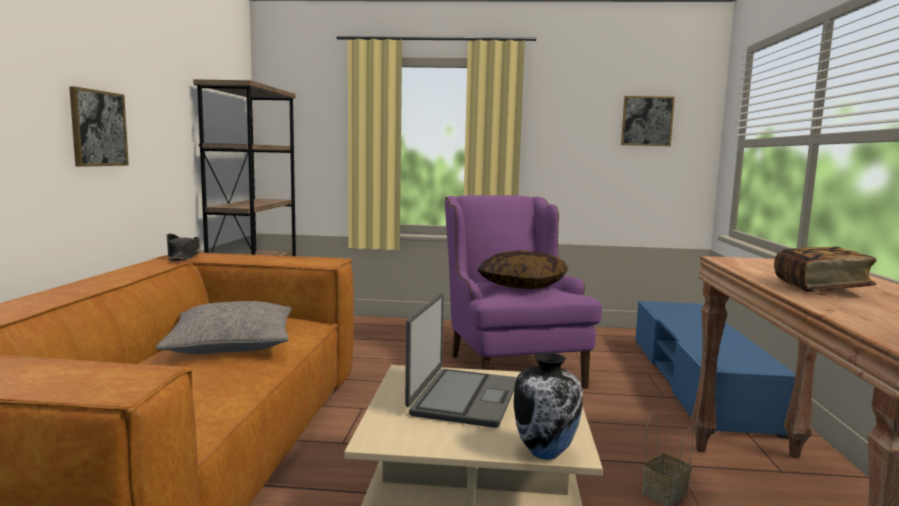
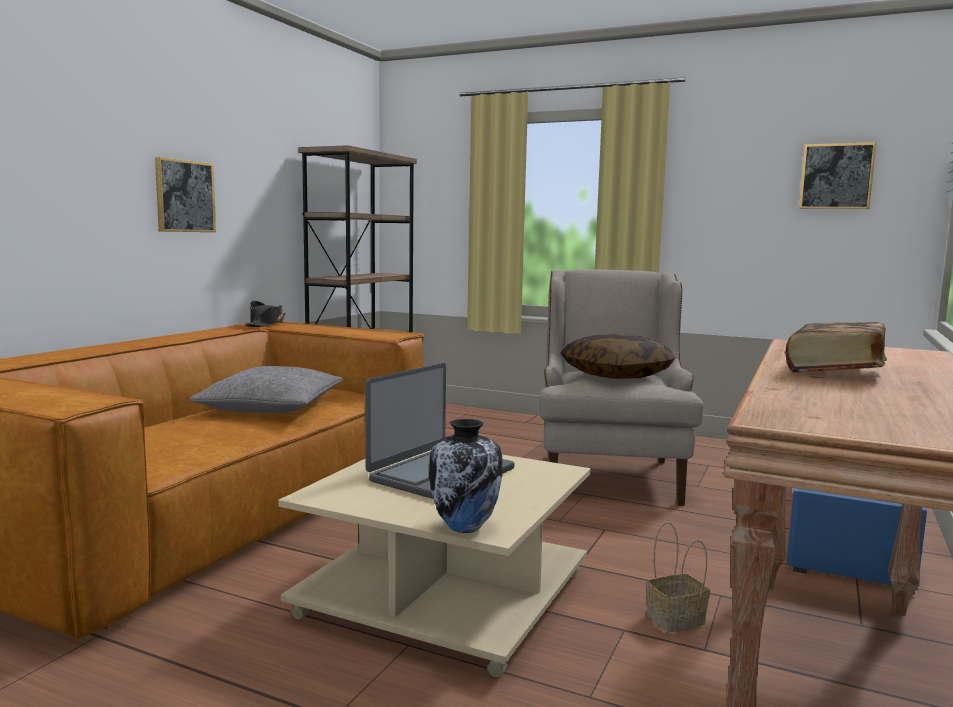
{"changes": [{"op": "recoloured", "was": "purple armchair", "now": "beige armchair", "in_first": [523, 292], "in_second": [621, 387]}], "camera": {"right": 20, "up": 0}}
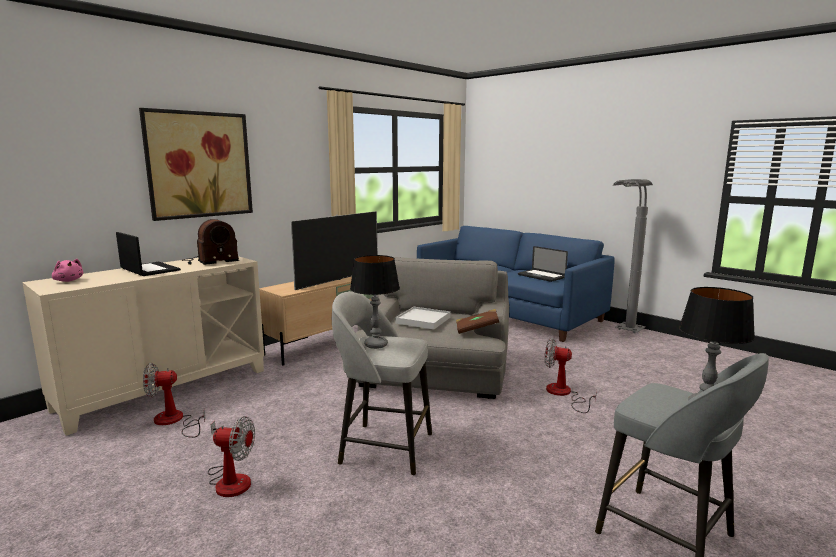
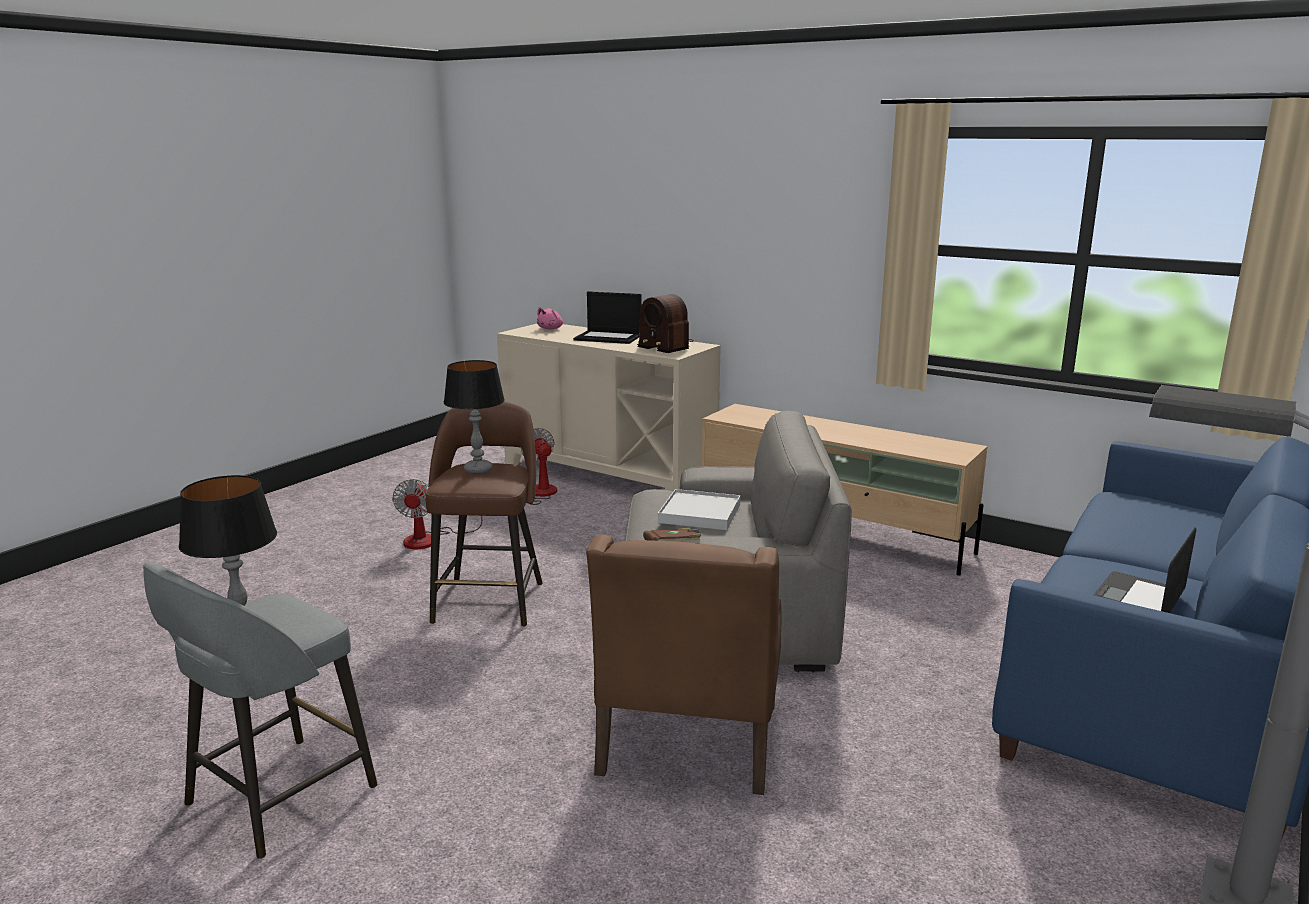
{"changes": [{"op": "recoloured", "was": "grey stool", "now": "brown stool", "in_first": [382, 383], "in_second": [484, 514]}, {"op": "turned", "was": "laptop", "in_first": [148, 254], "in_second": [607, 317], "clockwise": 75}, {"op": "replaced", "was": "fan", "now": "brown armchair", "in_first": [571, 375], "in_second": [684, 665]}, {"op": "removed", "was": "picture", "in_first": [196, 164]}, {"op": "removed", "was": "television", "in_first": [333, 250]}], "camera": {"right": 80, "up": 5}}
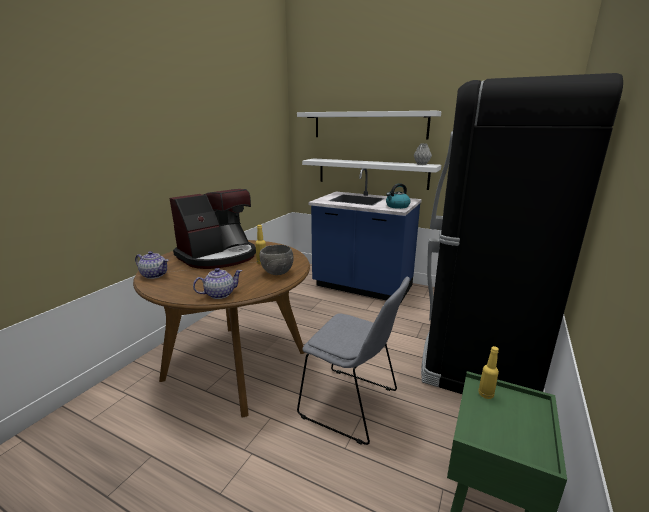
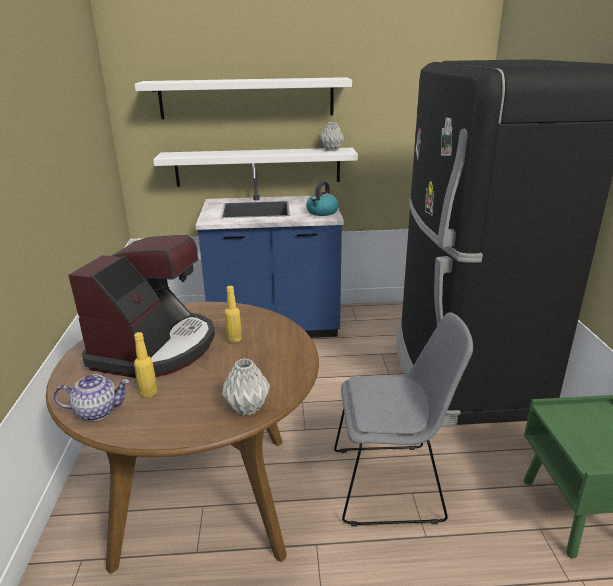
{"changes": [{"op": "moved", "was": "yellow bottle", "in_first": [488, 372], "in_second": [146, 365]}, {"op": "replaced", "was": "teapot", "now": "grey vase", "in_first": [217, 283], "in_second": [246, 387]}, {"op": "removed", "was": "grey bowl", "in_first": [277, 260]}], "camera": {"right": -30, "up": 5}}
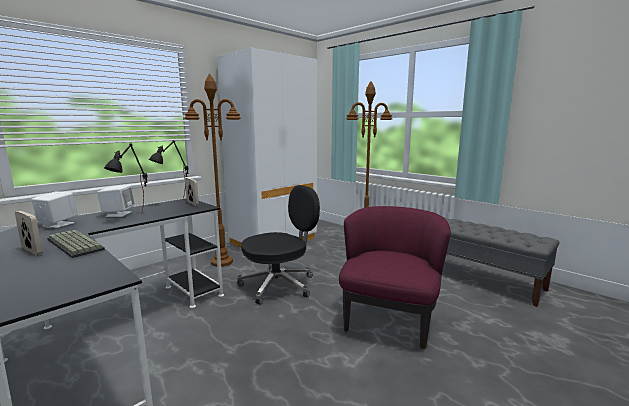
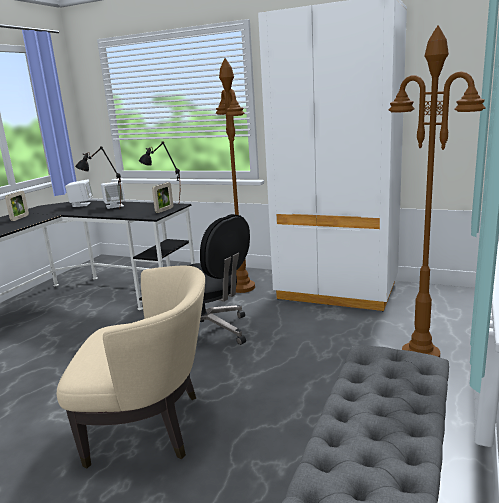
{"changes": [{"op": "recoloured", "was": "purple armchair", "now": "beige armchair", "in_first": [395, 278], "in_second": [131, 367]}, {"op": "removed", "was": "keyboard", "in_first": [76, 244]}], "camera": {"right": 70, "up": 5}}
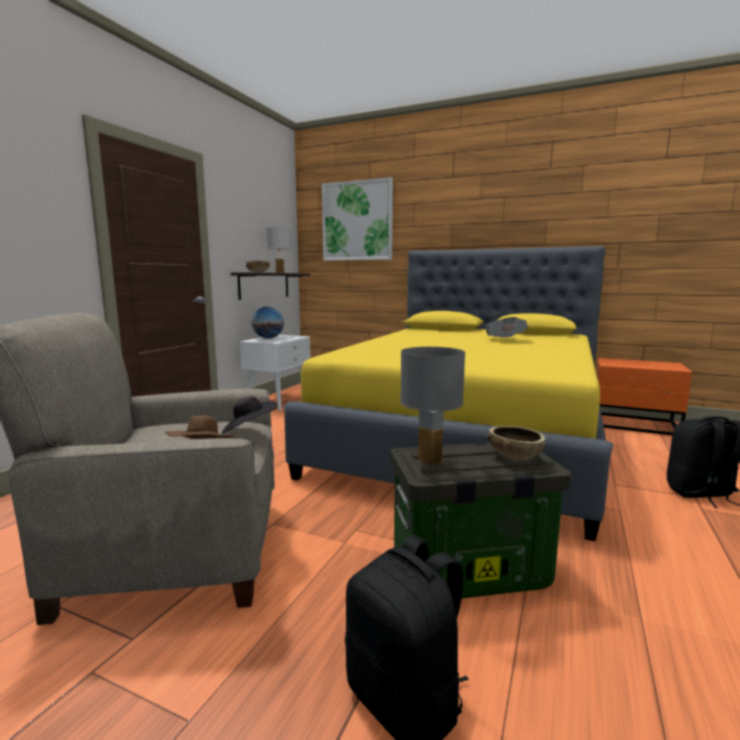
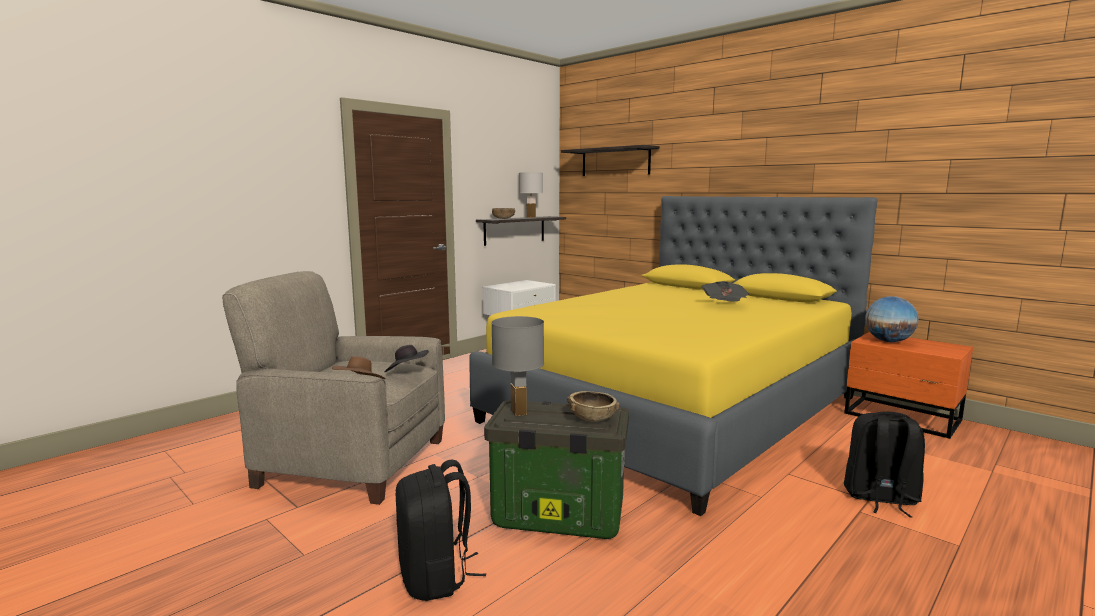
{"changes": [{"op": "replaced", "was": "picture", "now": "shelf", "in_first": [357, 219], "in_second": [610, 160]}, {"op": "moved", "was": "globe", "in_first": [268, 322], "in_second": [892, 319]}], "camera": {"right": 20, "up": 0}}
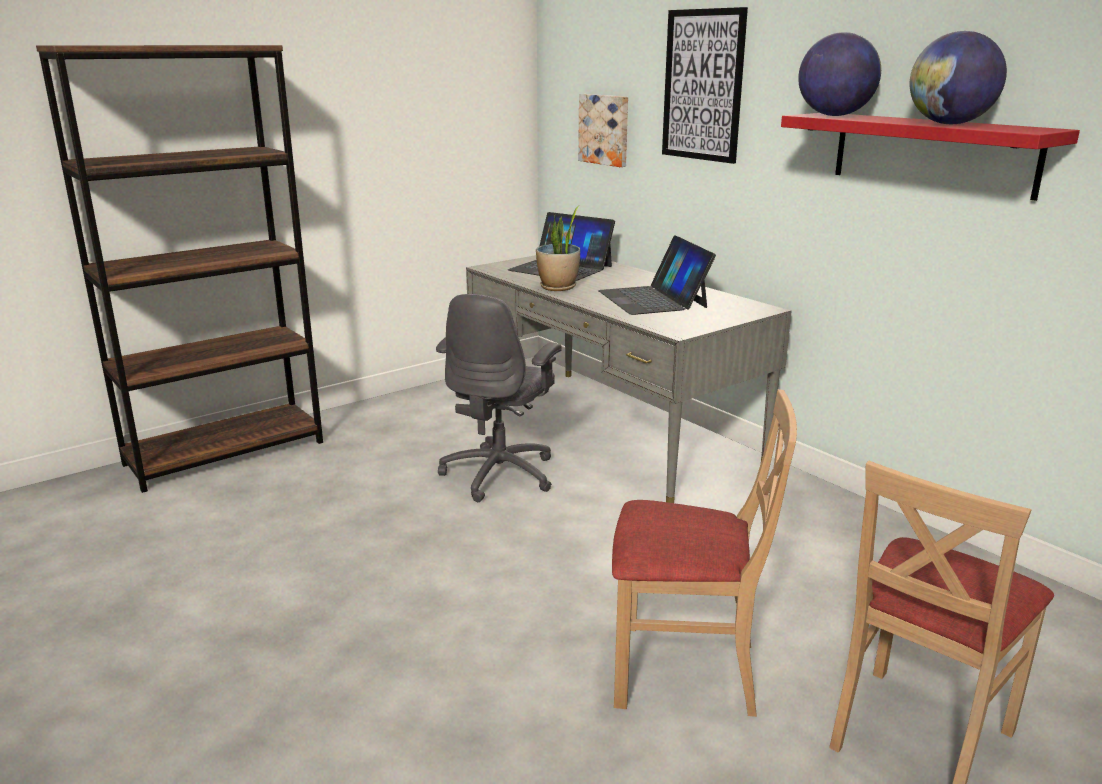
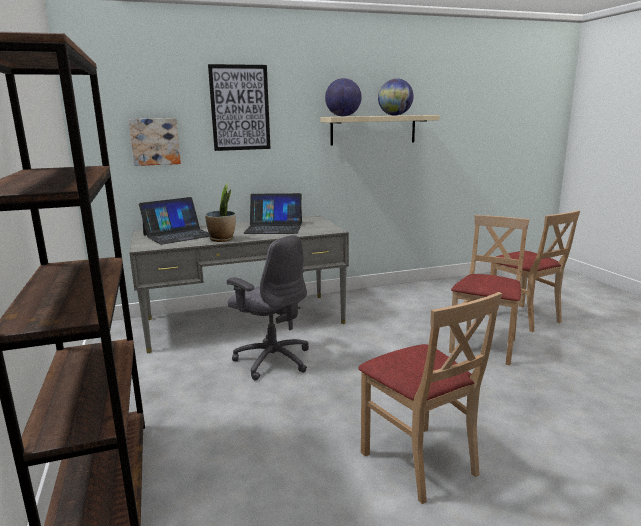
{"changes": [{"op": "recoloured", "was": "red shelf", "now": "beige shelf", "in_first": [930, 157], "in_second": [380, 130]}, {"op": "added", "now": "beige chair", "in_second": [430, 398]}], "camera": {"right": -70, "up": -5}}
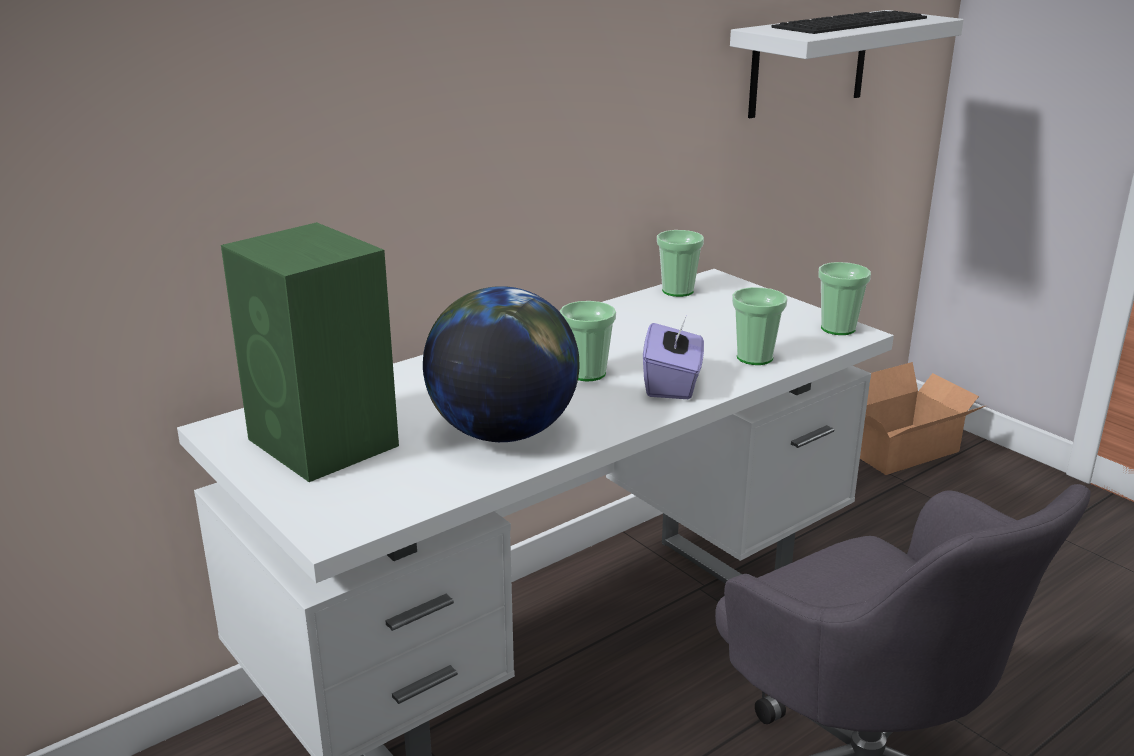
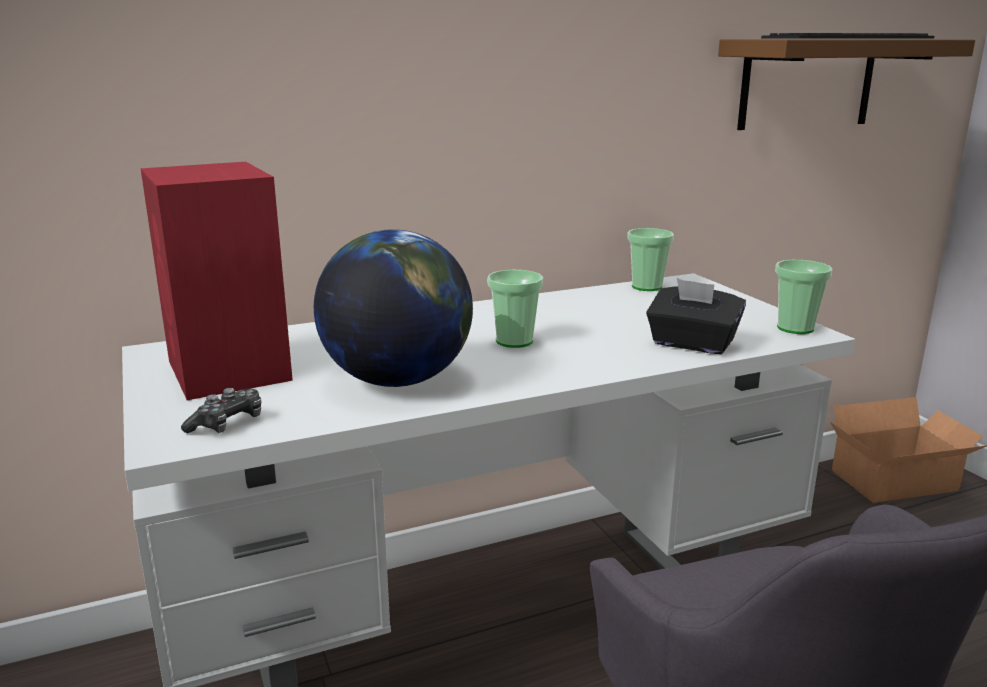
{"changes": [{"op": "recoloured", "was": "green speaker", "now": "red speaker", "in_first": [310, 352], "in_second": [217, 281]}, {"op": "added", "now": "game controller", "in_second": [221, 410]}, {"op": "replaced", "was": "cup", "now": "black tissue box", "in_first": [760, 326], "in_second": [696, 316]}, {"op": "recoloured", "was": "white shelf", "now": "brown shelf", "in_first": [847, 64], "in_second": [846, 84]}, {"op": "removed", "was": "purple tissue box", "in_first": [673, 356]}], "camera": {"right": 15, "up": -5}}
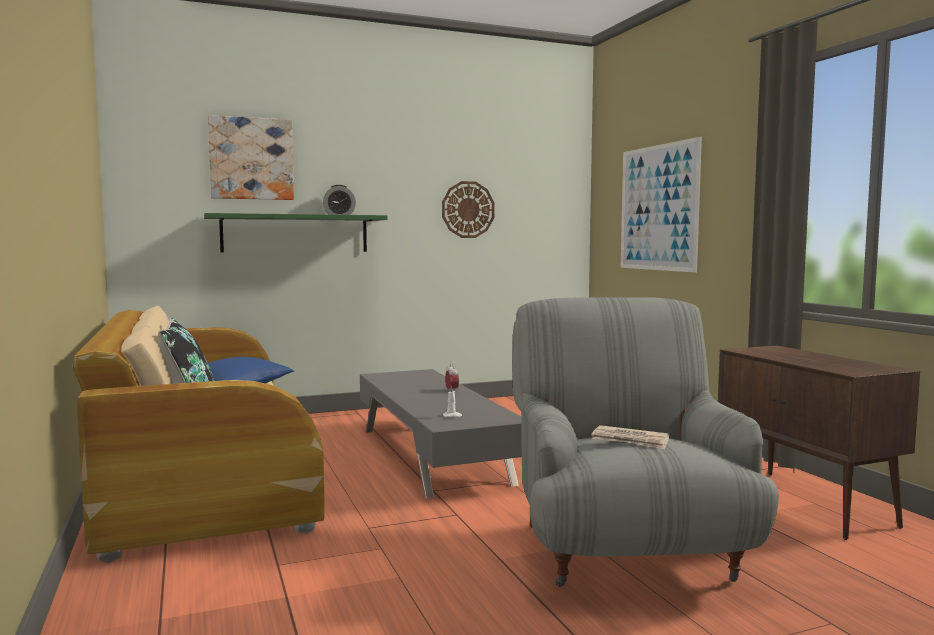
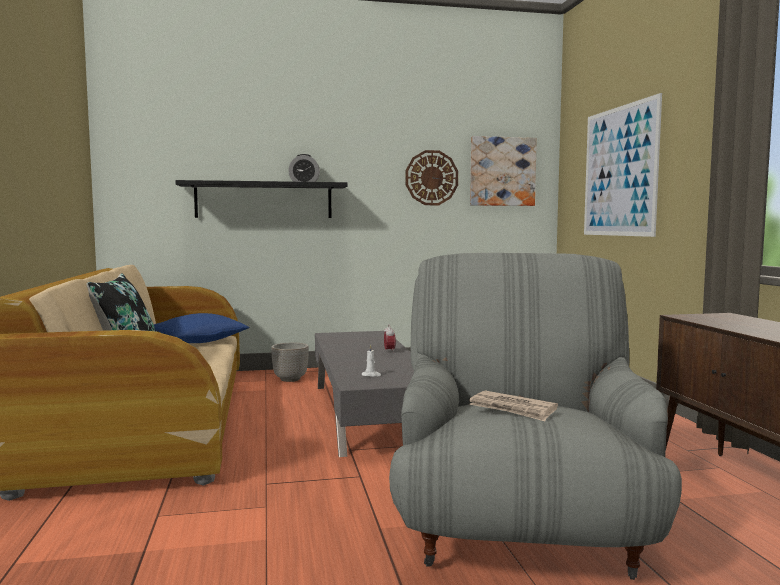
{"changes": [{"op": "recoloured", "was": "green shelf", "now": "black shelf", "in_first": [295, 233], "in_second": [261, 199]}, {"op": "added", "now": "planter", "in_second": [290, 362]}, {"op": "moved", "was": "picture", "in_first": [251, 157], "in_second": [503, 171]}], "camera": {"right": 10, "up": 0}}
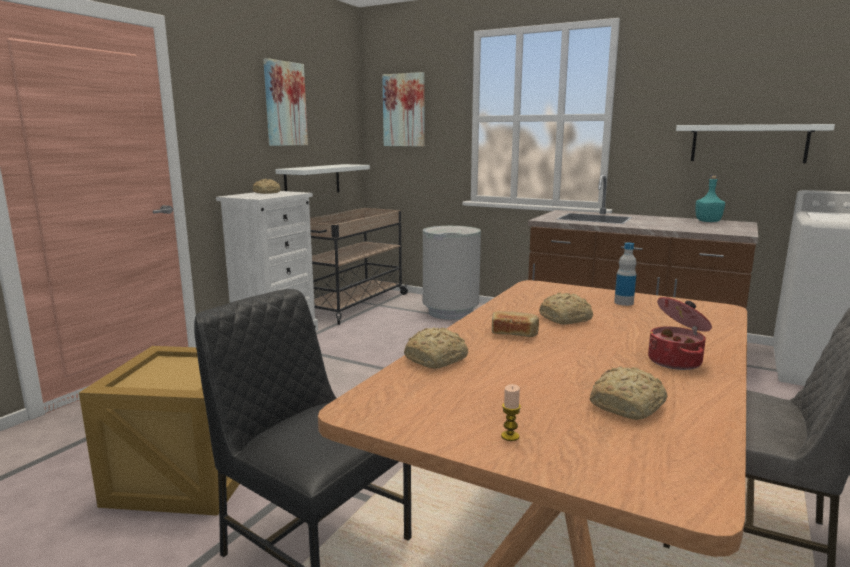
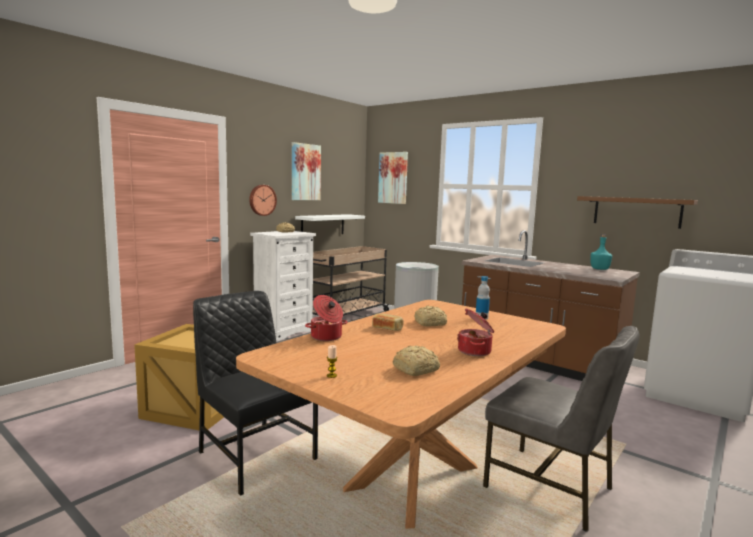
{"changes": [{"op": "added", "now": "wall clock", "in_second": [263, 200]}, {"op": "replaced", "was": "bread", "now": "cooking pot", "in_first": [436, 348], "in_second": [326, 318]}, {"op": "recoloured", "was": "white shelf", "now": "brown shelf", "in_first": [755, 143], "in_second": [637, 212]}], "camera": {"right": 10, "up": -5}}
